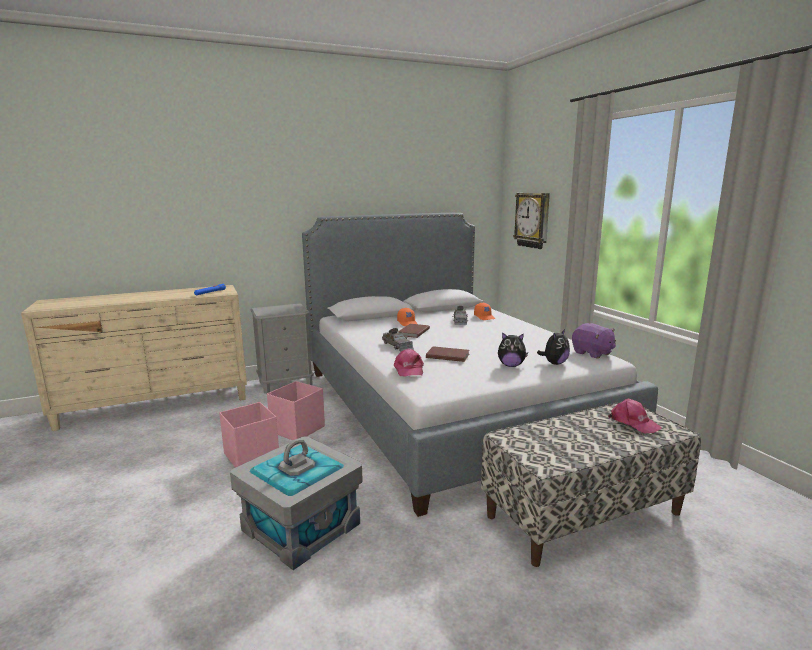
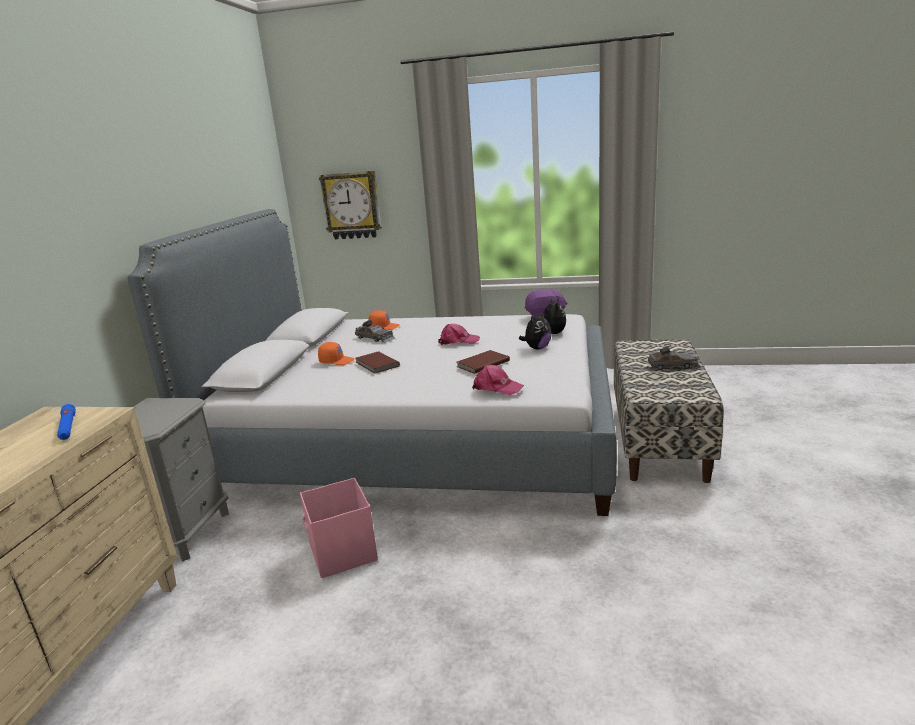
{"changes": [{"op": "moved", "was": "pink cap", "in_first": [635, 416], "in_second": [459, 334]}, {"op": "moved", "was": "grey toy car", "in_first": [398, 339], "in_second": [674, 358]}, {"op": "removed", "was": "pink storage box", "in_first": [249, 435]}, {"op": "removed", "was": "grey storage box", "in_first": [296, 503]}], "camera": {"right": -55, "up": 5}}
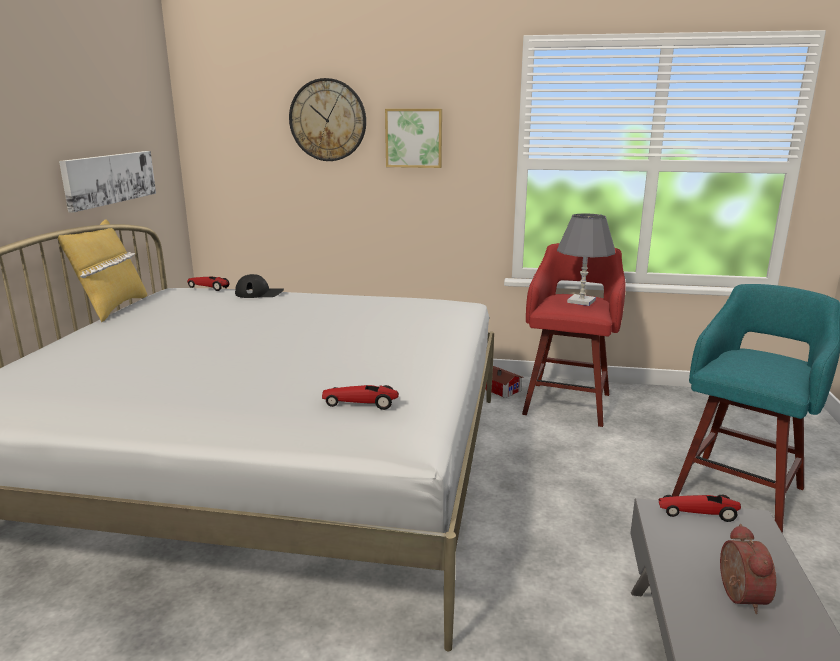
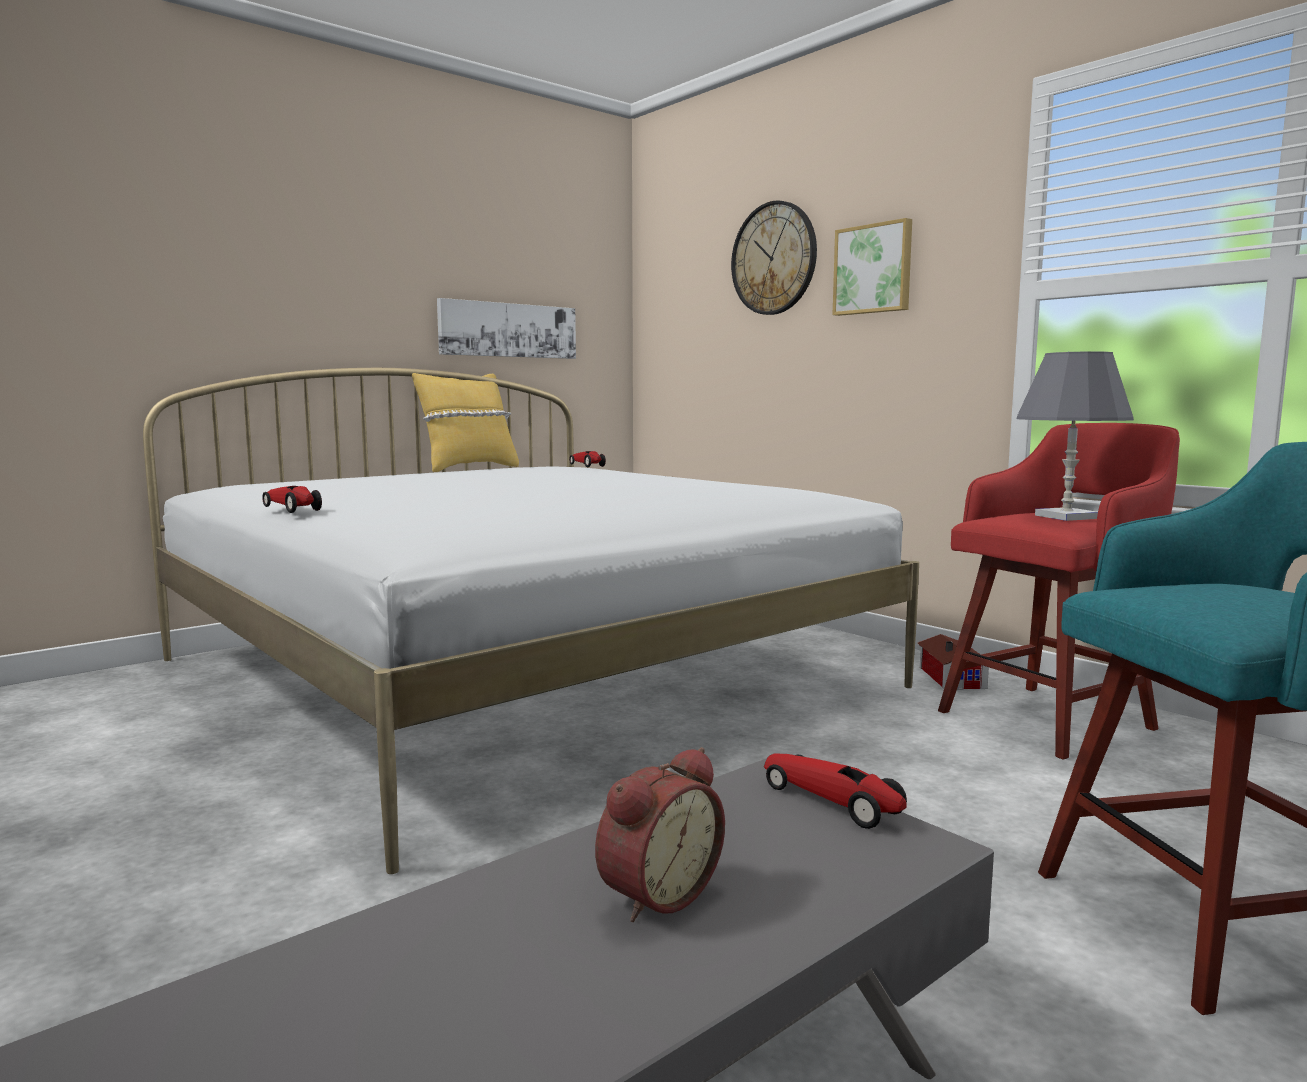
{"changes": [{"op": "moved", "was": "toy car", "in_first": [360, 397], "in_second": [292, 499]}, {"op": "removed", "was": "black cap", "in_first": [259, 286]}], "camera": {"right": 40, "up": -10}}
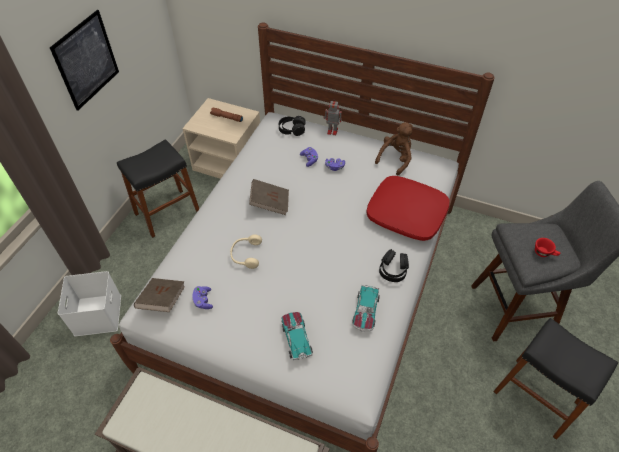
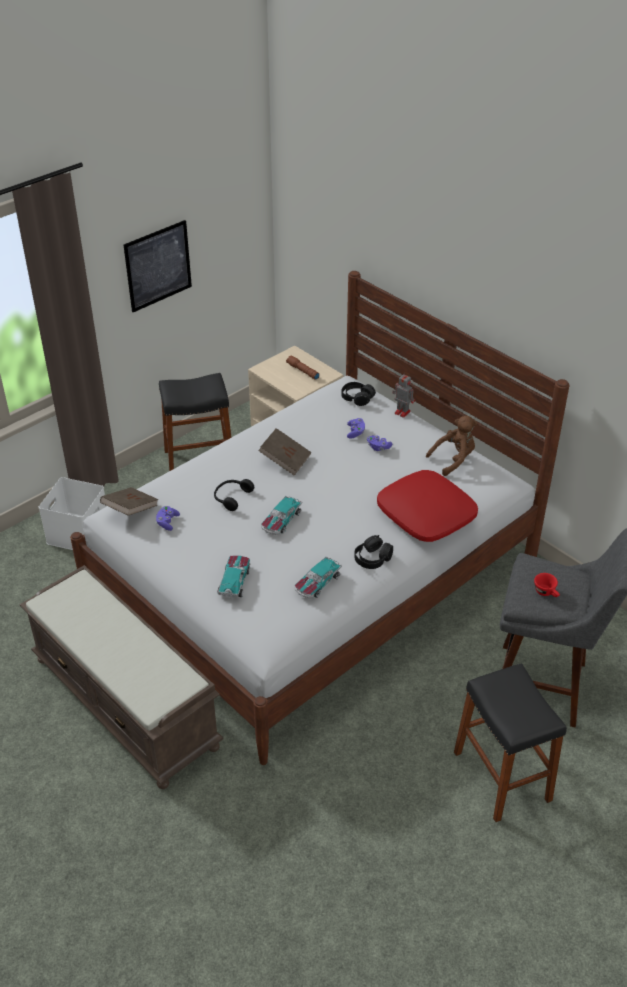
{"changes": [{"op": "recoloured", "was": "beige headphones", "now": "black headphones", "in_first": [246, 252], "in_second": [234, 495]}, {"op": "added", "now": "toy car", "in_second": [281, 515]}], "camera": {"right": 25, "up": -10}}
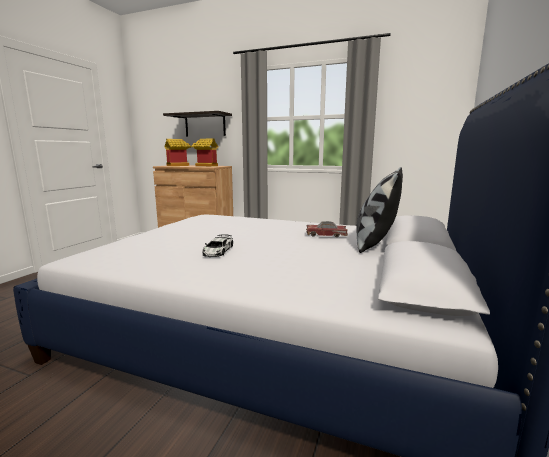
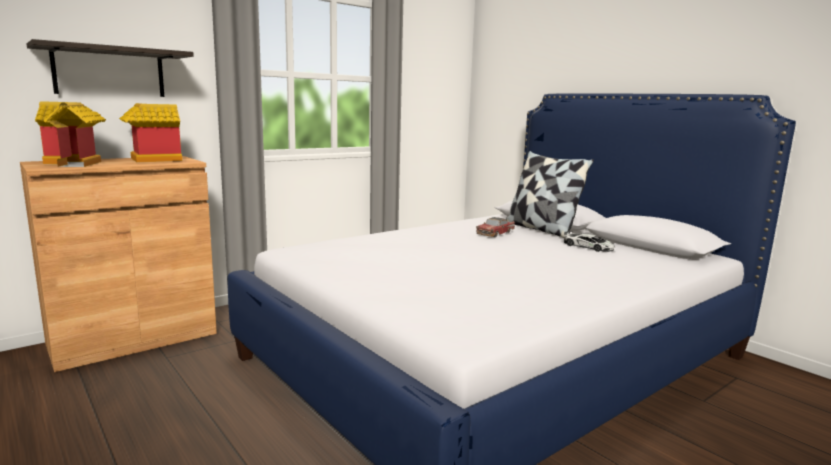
{"changes": [{"op": "moved", "was": "toy car", "in_first": [218, 245], "in_second": [589, 241]}], "camera": {"right": -60, "up": 0}}
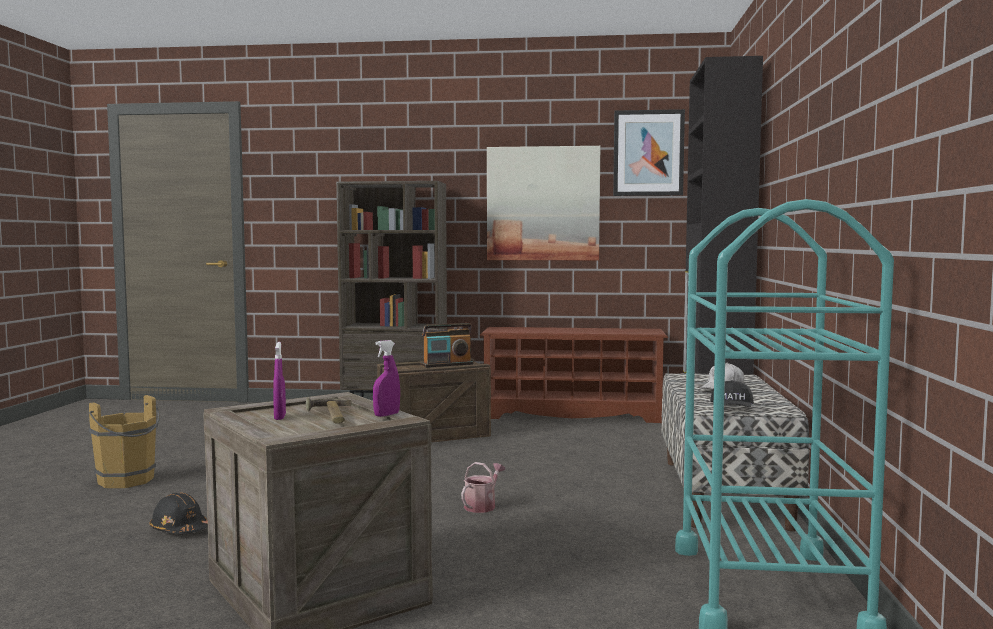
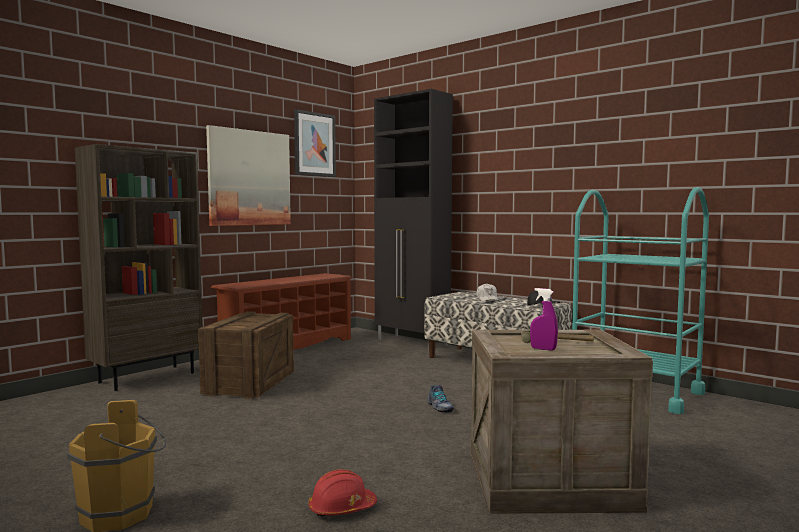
{"changes": [{"op": "recoloured", "was": "black hard hat", "now": "red hard hat", "in_first": [178, 513], "in_second": [342, 492]}, {"op": "replaced", "was": "watering can", "now": "shoe", "in_first": [483, 487], "in_second": [440, 399]}, {"op": "removed", "was": "purple spray bottle", "in_first": [386, 378]}, {"op": "removed", "was": "radio", "in_first": [447, 345]}], "camera": {"right": -55, "up": 0}}
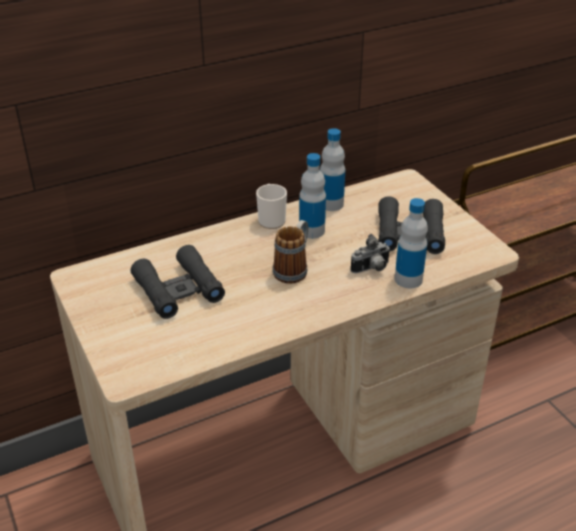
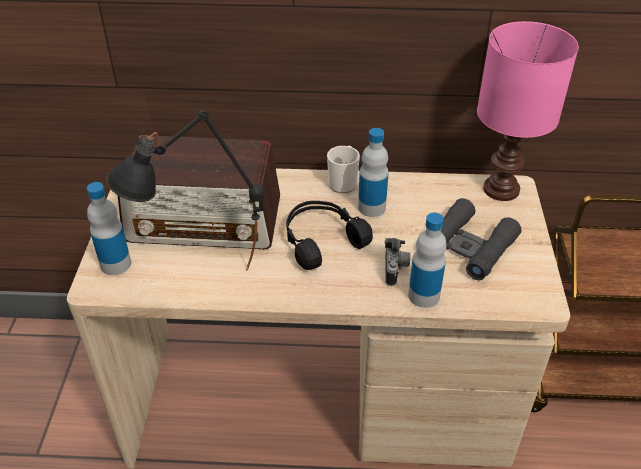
{"changes": [{"op": "moved", "was": "bottle", "in_first": [332, 169], "in_second": [109, 228]}, {"op": "added", "now": "black table lamp", "in_second": [185, 190]}, {"op": "replaced", "was": "black binoculars", "now": "radio", "in_first": [177, 282], "in_second": [199, 192]}, {"op": "replaced", "was": "mug", "now": "black headphones", "in_first": [290, 252], "in_second": [329, 235]}, {"op": "turned", "was": "photo camera", "in_first": [371, 253], "in_second": [397, 262], "clockwise": -90}, {"op": "added", "now": "pink table lamp", "in_second": [528, 111]}], "camera": {"right": 30, "up": 5}}
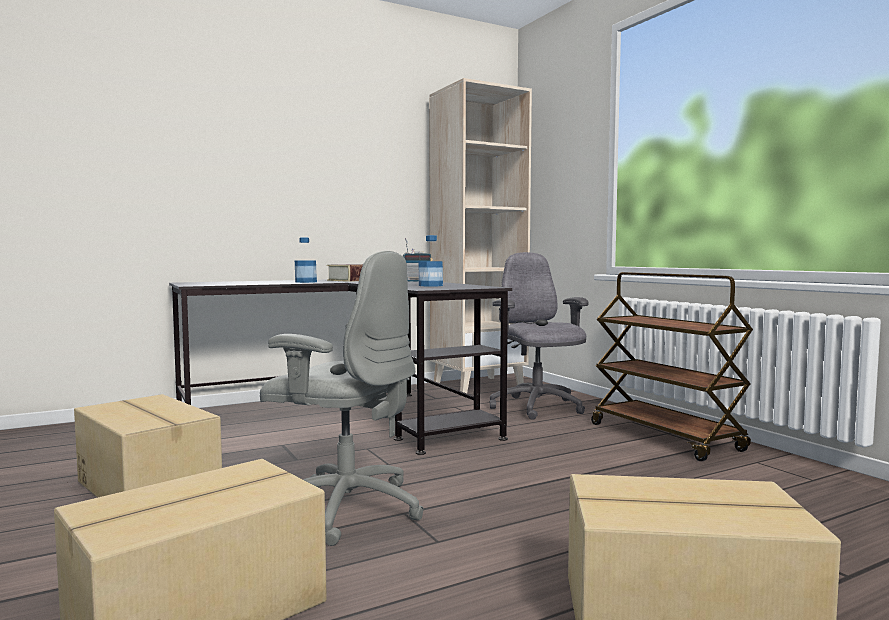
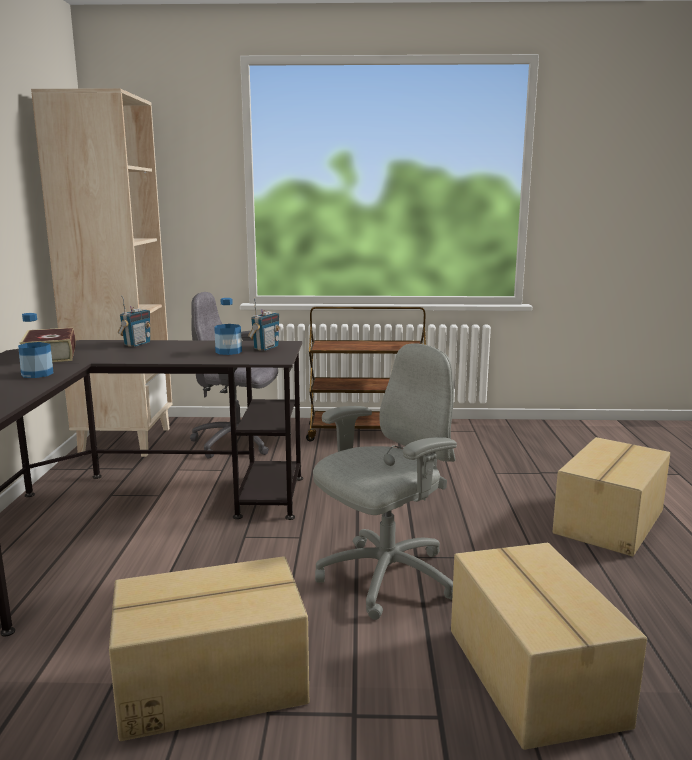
{"changes": [{"op": "added", "now": "radio", "in_second": [264, 324]}], "camera": {"right": -60, "up": 10}}
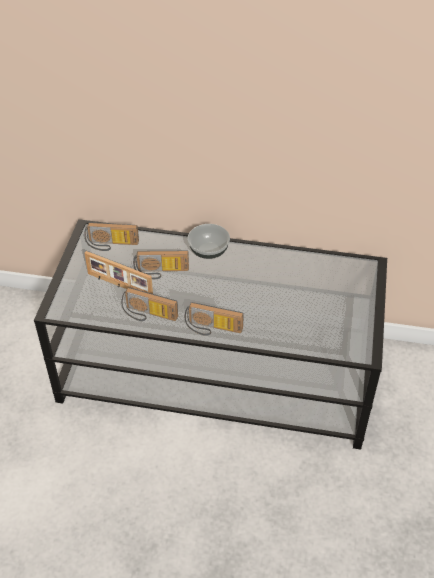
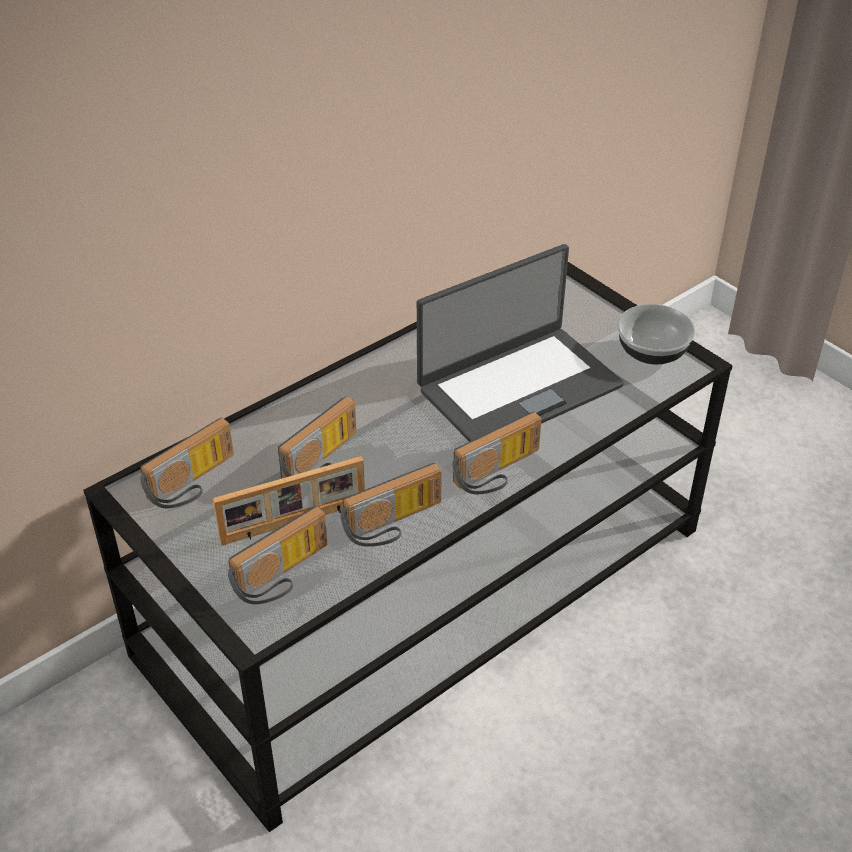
{"changes": [{"op": "added", "now": "radio", "in_second": [277, 555]}, {"op": "added", "now": "laptop", "in_second": [520, 343]}, {"op": "moved", "was": "bowl", "in_first": [209, 241], "in_second": [656, 334]}], "camera": {"right": -50, "up": -5}}
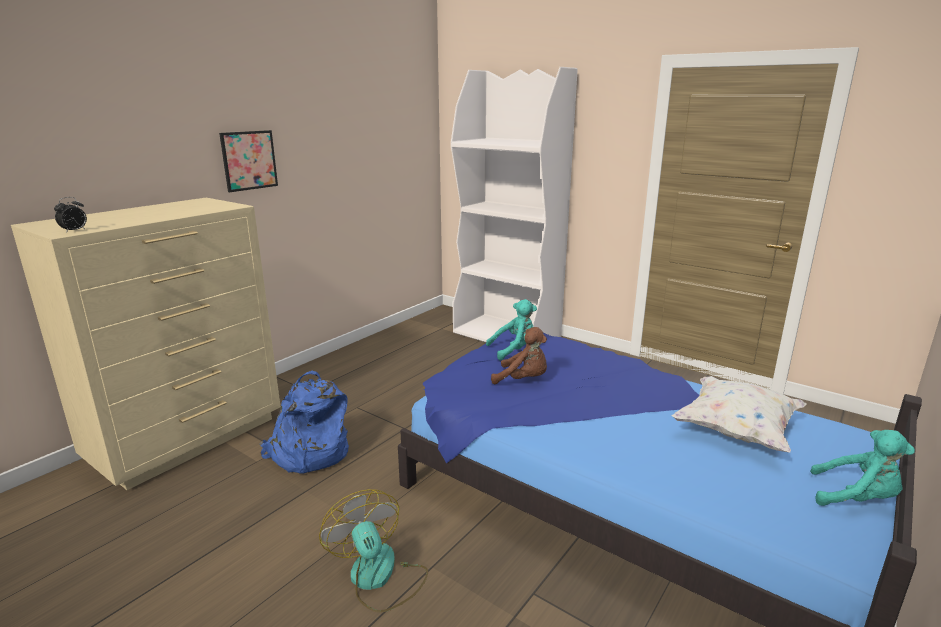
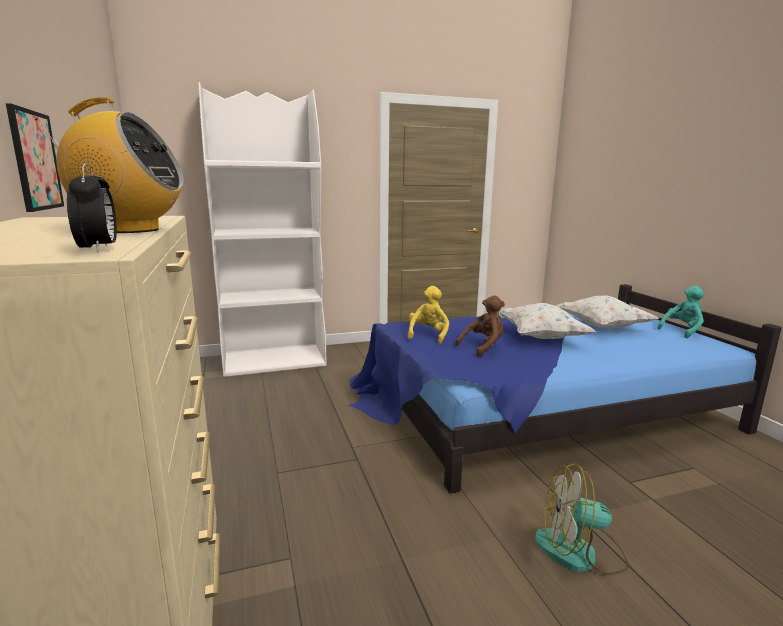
{"changes": [{"op": "added", "now": "radio", "in_second": [109, 165]}, {"op": "recoloured", "was": "turquoise plush toy", "now": "yellow plush toy", "in_first": [511, 329], "in_second": [428, 315]}, {"op": "added", "now": "white pillow", "in_second": [547, 321]}, {"op": "removed", "was": "blue backpack", "in_first": [304, 422]}], "camera": {"right": -55, "up": -5}}
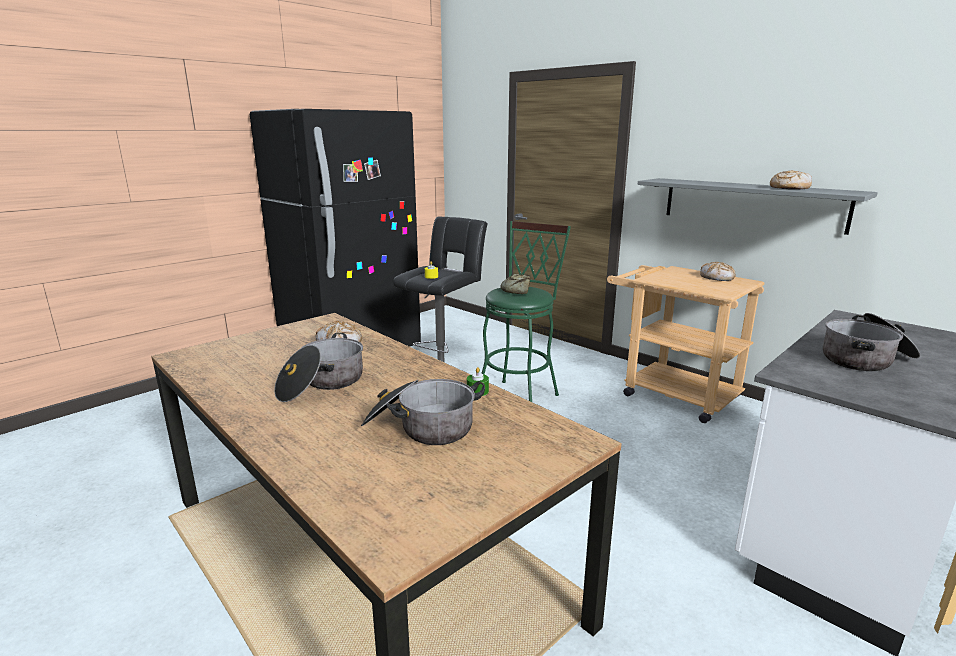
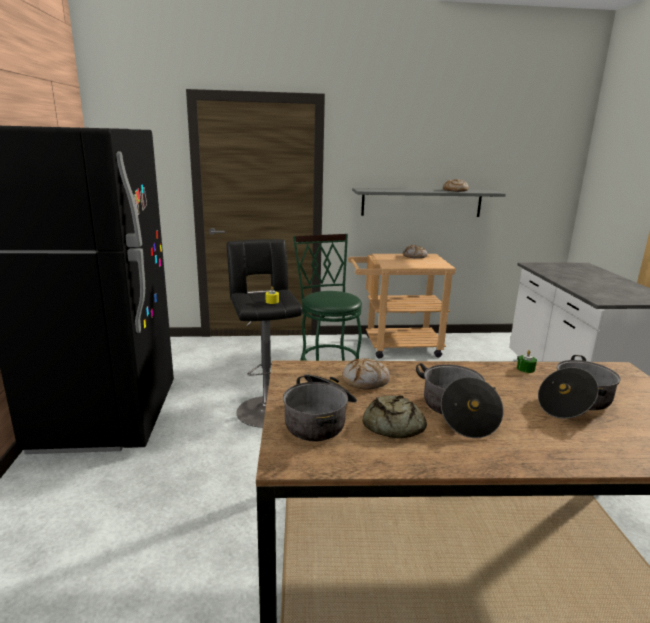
{"changes": [{"op": "moved", "was": "cooking pot", "in_first": [871, 342], "in_second": [320, 407]}, {"op": "moved", "was": "bread", "in_first": [515, 284], "in_second": [394, 416]}], "camera": {"right": -50, "up": 0}}
